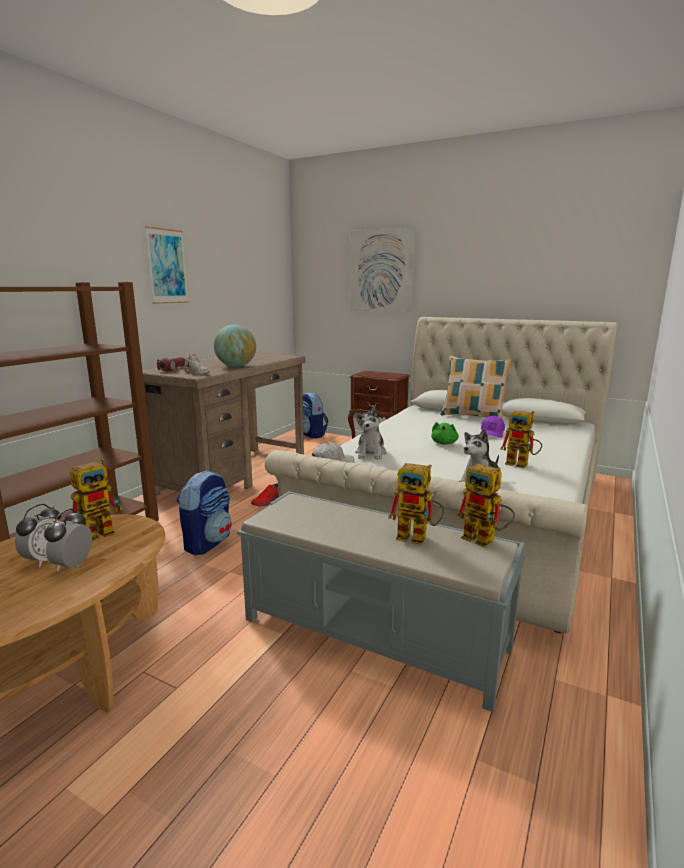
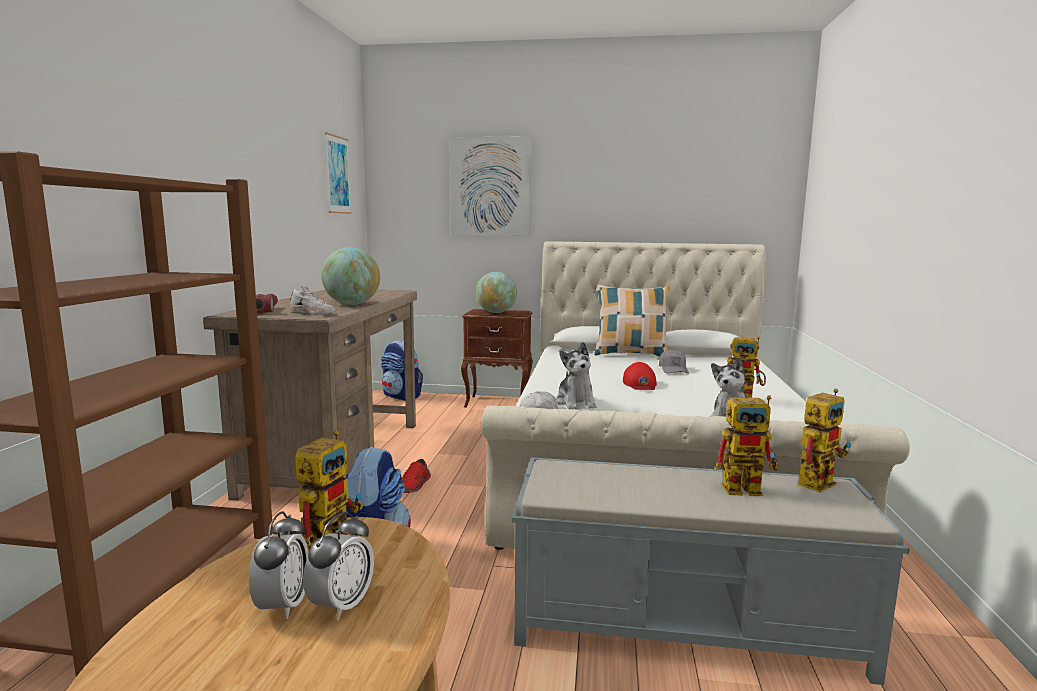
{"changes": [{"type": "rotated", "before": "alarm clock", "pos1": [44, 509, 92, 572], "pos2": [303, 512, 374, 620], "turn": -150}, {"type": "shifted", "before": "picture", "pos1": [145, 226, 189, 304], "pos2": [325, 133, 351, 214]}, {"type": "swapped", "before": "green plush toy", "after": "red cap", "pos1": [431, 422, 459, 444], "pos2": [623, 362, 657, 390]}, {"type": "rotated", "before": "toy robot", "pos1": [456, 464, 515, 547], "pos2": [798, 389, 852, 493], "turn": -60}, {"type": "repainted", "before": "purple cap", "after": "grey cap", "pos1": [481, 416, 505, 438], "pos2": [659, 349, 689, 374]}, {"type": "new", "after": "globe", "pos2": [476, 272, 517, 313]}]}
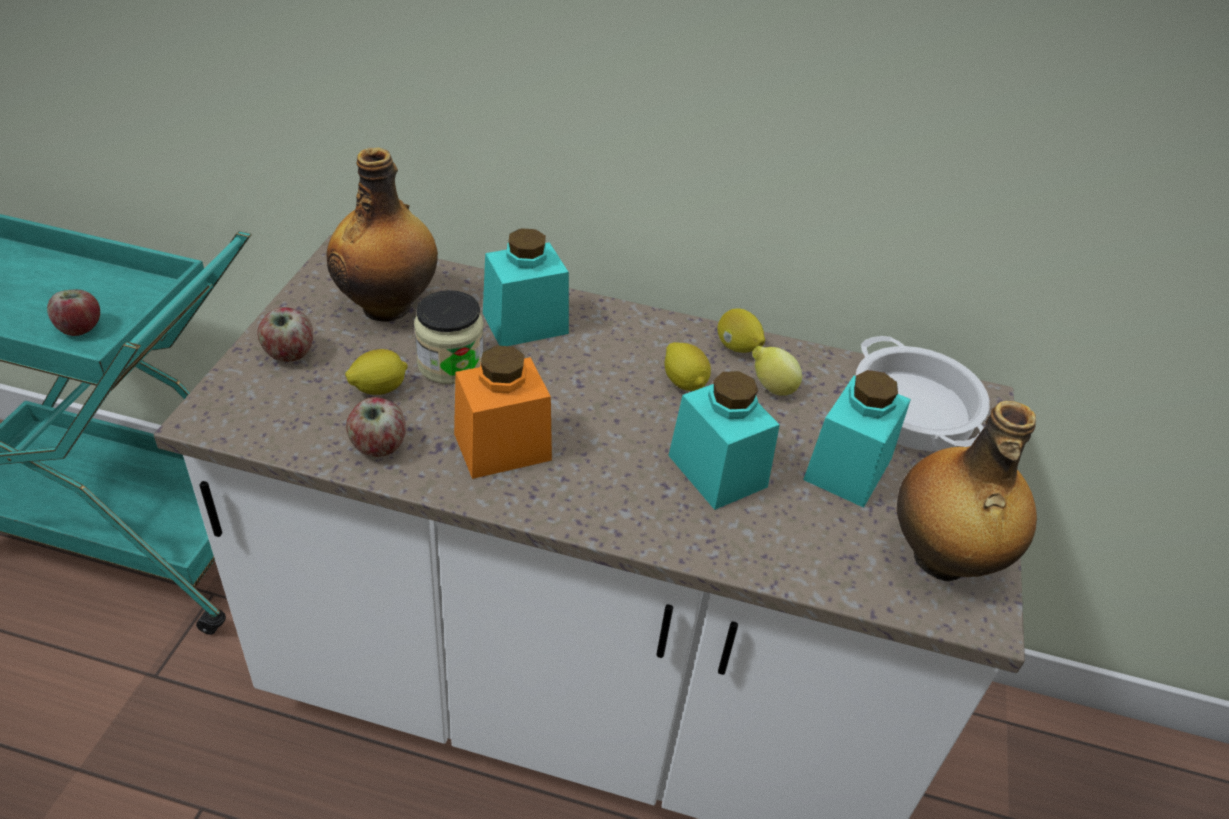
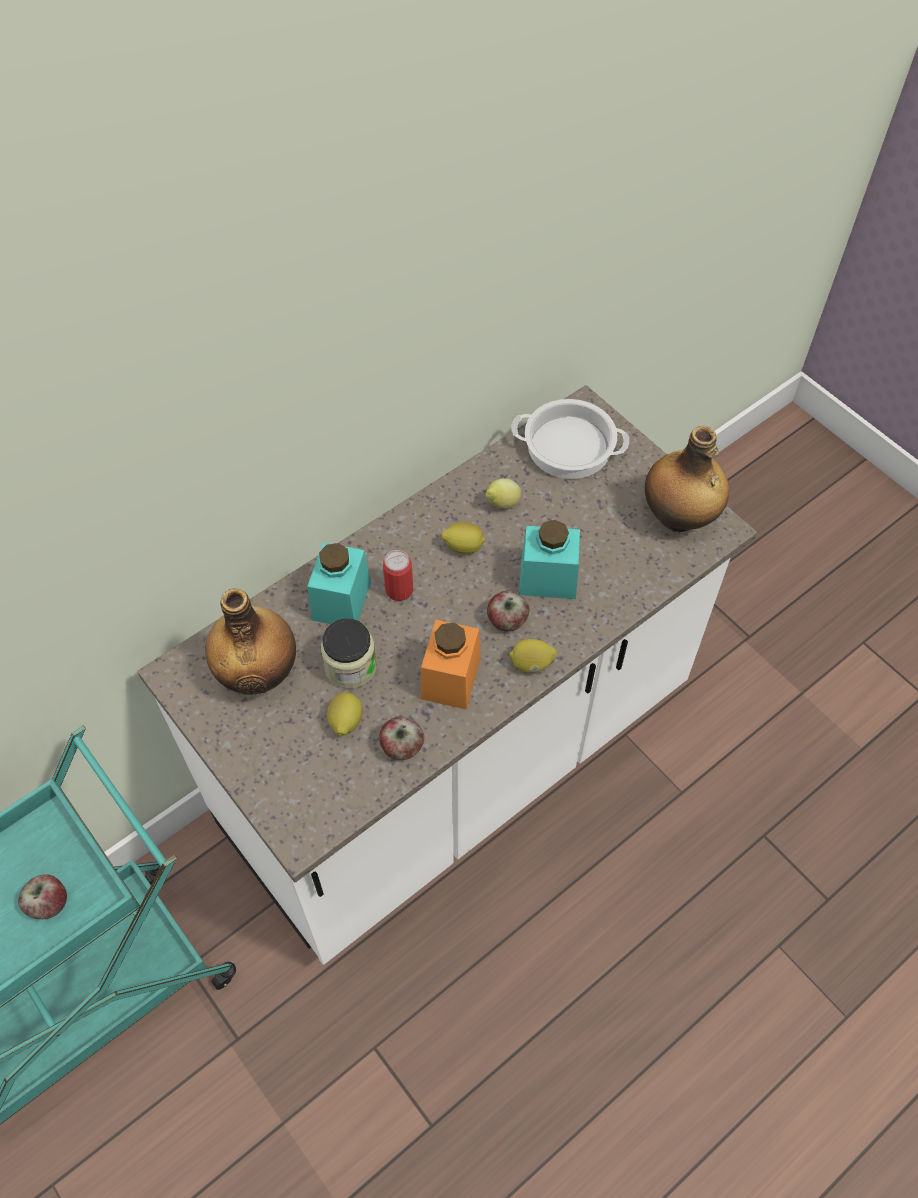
{"changes": [{"type": "shifted", "before": "apple", "pos1": [257, 307, 313, 362], "pos2": [487, 591, 529, 631]}, {"type": "shifted", "before": "lemon", "pos1": [717, 309, 765, 353], "pos2": [509, 639, 557, 673]}, {"type": "gone", "before": "turquoise jar", "pos1": [803, 370, 911, 508]}, {"type": "new", "after": "can", "pos2": [383, 550, 413, 601]}]}
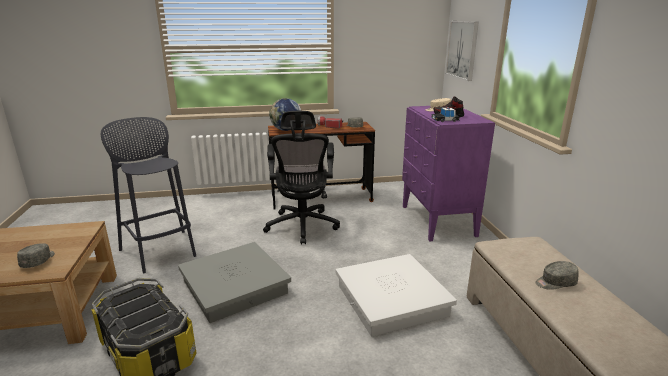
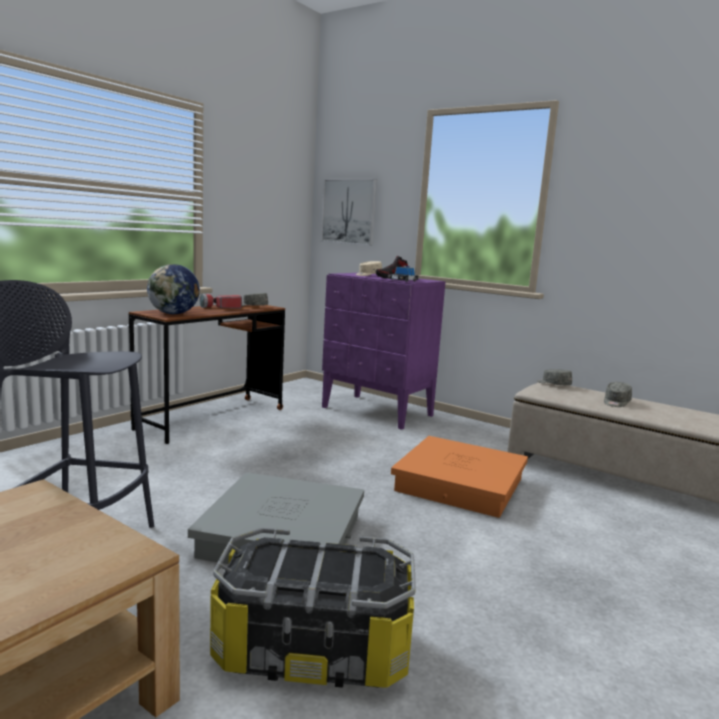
{"changes": [{"type": "shifted", "before": "grey cap", "pos1": [17, 243, 55, 268], "pos2": [537, 369, 572, 385]}, {"type": "gone", "before": "office chair", "pos1": [263, 111, 340, 244]}, {"type": "repainted", "before": "white storage box", "after": "orange storage box", "pos1": [336, 254, 457, 337], "pos2": [391, 436, 528, 518]}]}
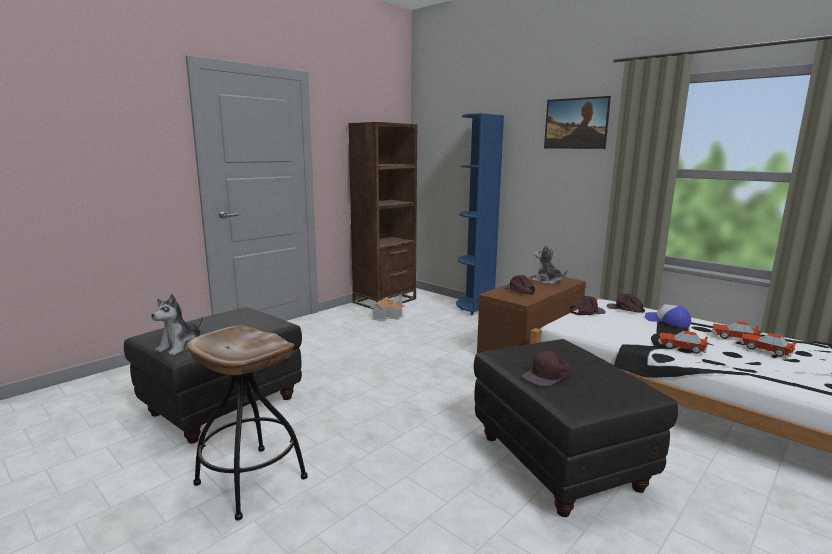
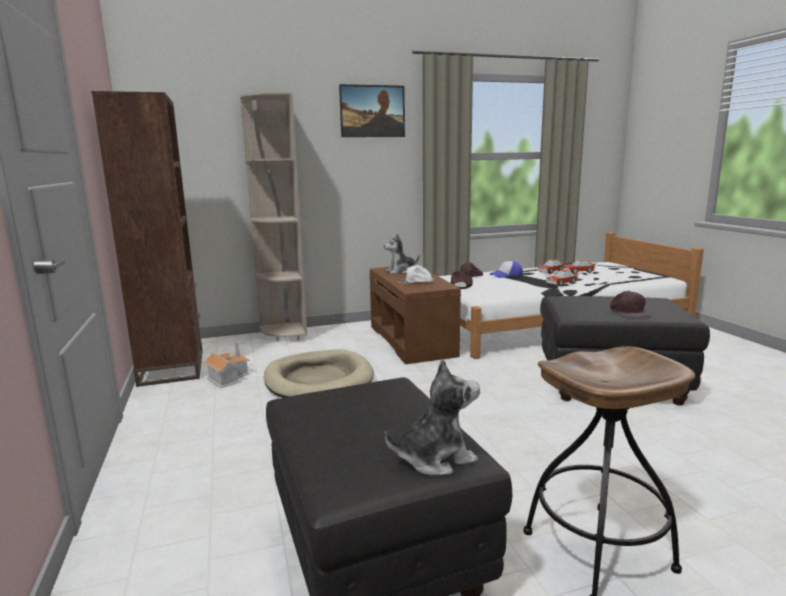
{"changes": [{"type": "rotated", "before": "plush toy", "pos1": [151, 294, 203, 356], "pos2": [385, 359, 480, 476], "turn": -75}, {"type": "repainted", "before": "blue bookcase", "after": "beige bookcase", "pos1": [456, 113, 504, 315], "pos2": [240, 92, 307, 341]}, {"type": "repainted", "before": "brown cap", "after": "white cap", "pos1": [504, 275, 535, 295], "pos2": [398, 265, 434, 284]}, {"type": "new", "after": "beige dog bed", "pos2": [264, 349, 374, 398]}]}
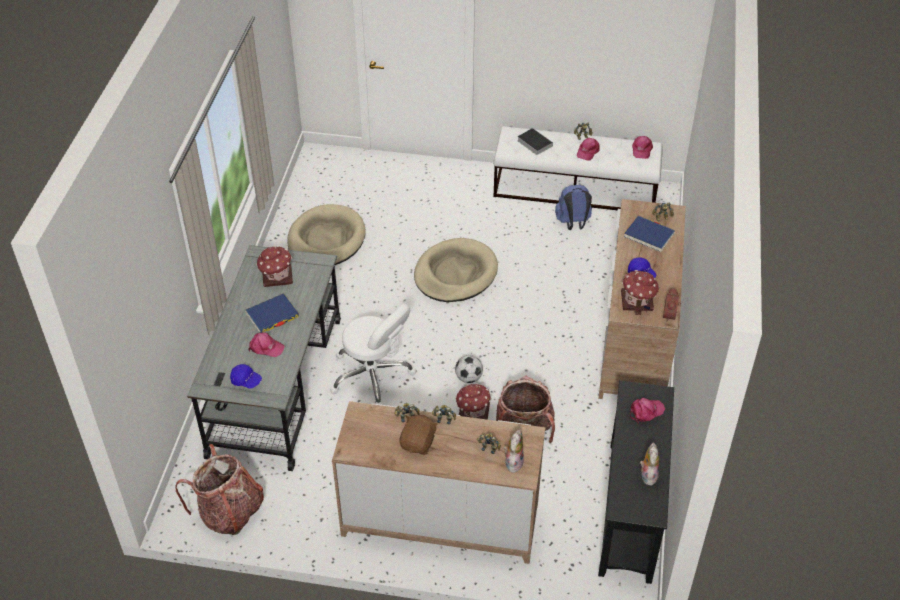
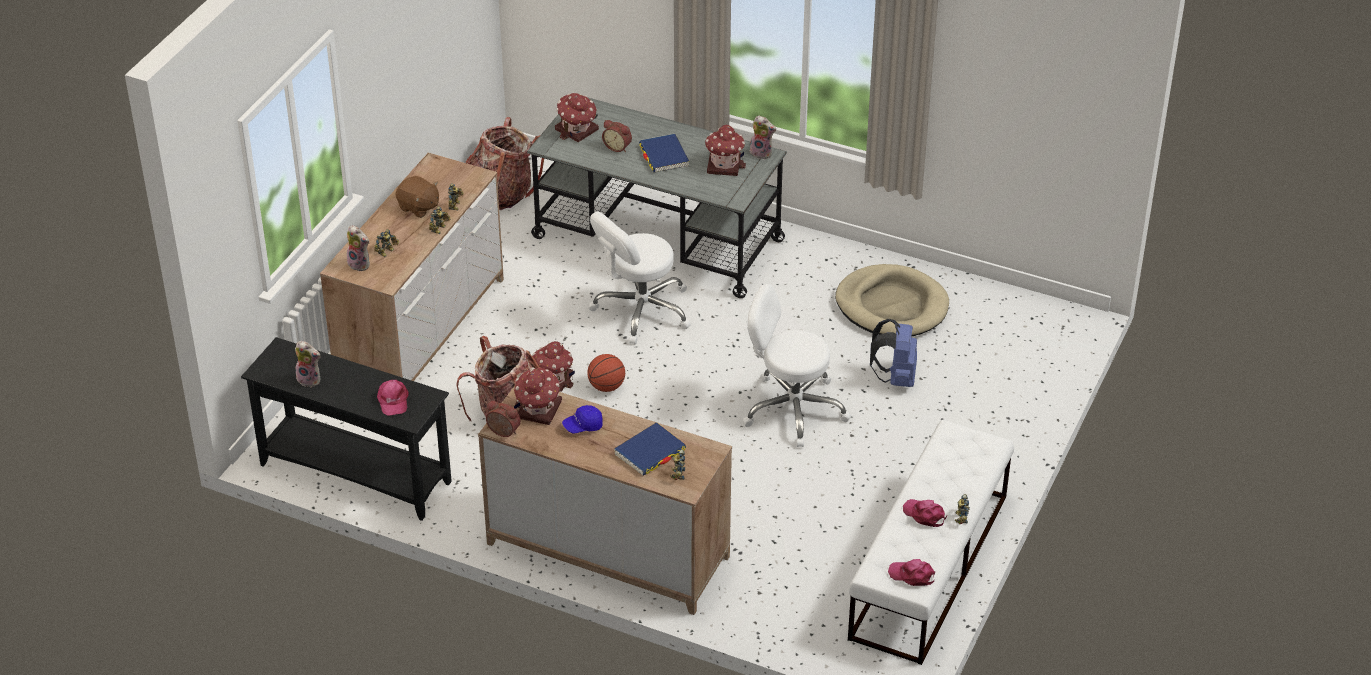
{"changes": [{"type": "swapped", "before": "blue cap", "after": "toy house", "pos1": [230, 364, 262, 388], "pos2": [555, 93, 599, 142]}, {"type": "swapped", "before": "pink cap", "after": "alarm clock", "pos1": [249, 333, 285, 357], "pos2": [602, 120, 632, 152]}, {"type": "swapped", "before": "beige dog bed", "after": "white office chair", "pos1": [414, 238, 498, 302], "pos2": [743, 284, 851, 447]}, {"type": "swapped", "before": "football", "after": "basketball", "pos1": [455, 355, 483, 383], "pos2": [587, 354, 625, 392]}, {"type": "gone", "before": "book", "pos1": [517, 128, 553, 155]}, {"type": "shifted", "before": "blue backpack", "pos1": [555, 185, 592, 230], "pos2": [870, 319, 917, 387]}, {"type": "new", "after": "plush toy", "pos2": [749, 116, 776, 159]}]}
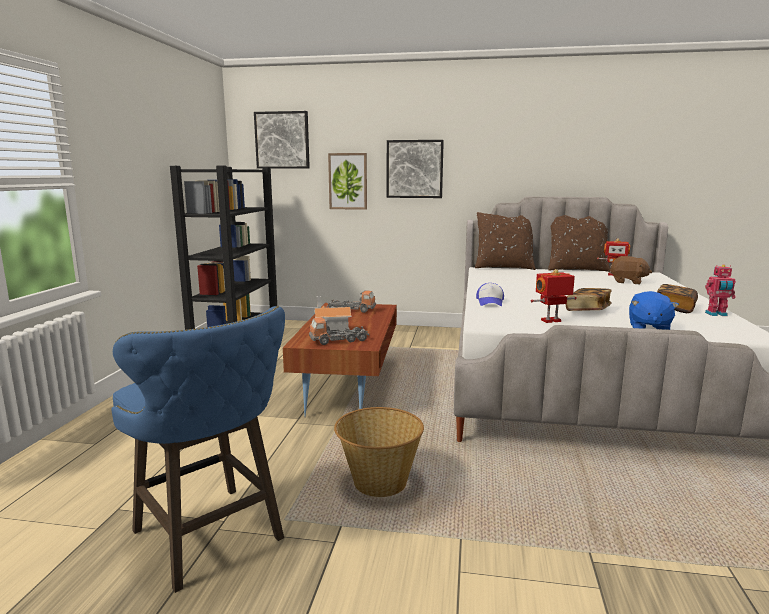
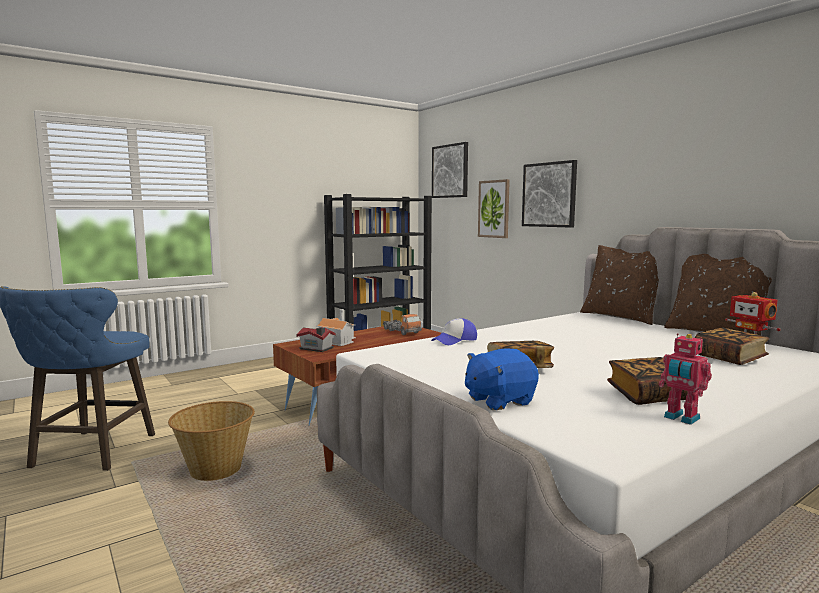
{"changes": [{"type": "swapped", "before": "toy truck", "after": "toy house", "pos1": [309, 317, 369, 345], "pos2": [296, 327, 336, 352]}, {"type": "gone", "before": "toy robot", "pos1": [531, 269, 577, 323]}, {"type": "swapped", "before": "brown plush toy", "after": "book", "pos1": [610, 256, 652, 284], "pos2": [695, 328, 769, 365]}]}
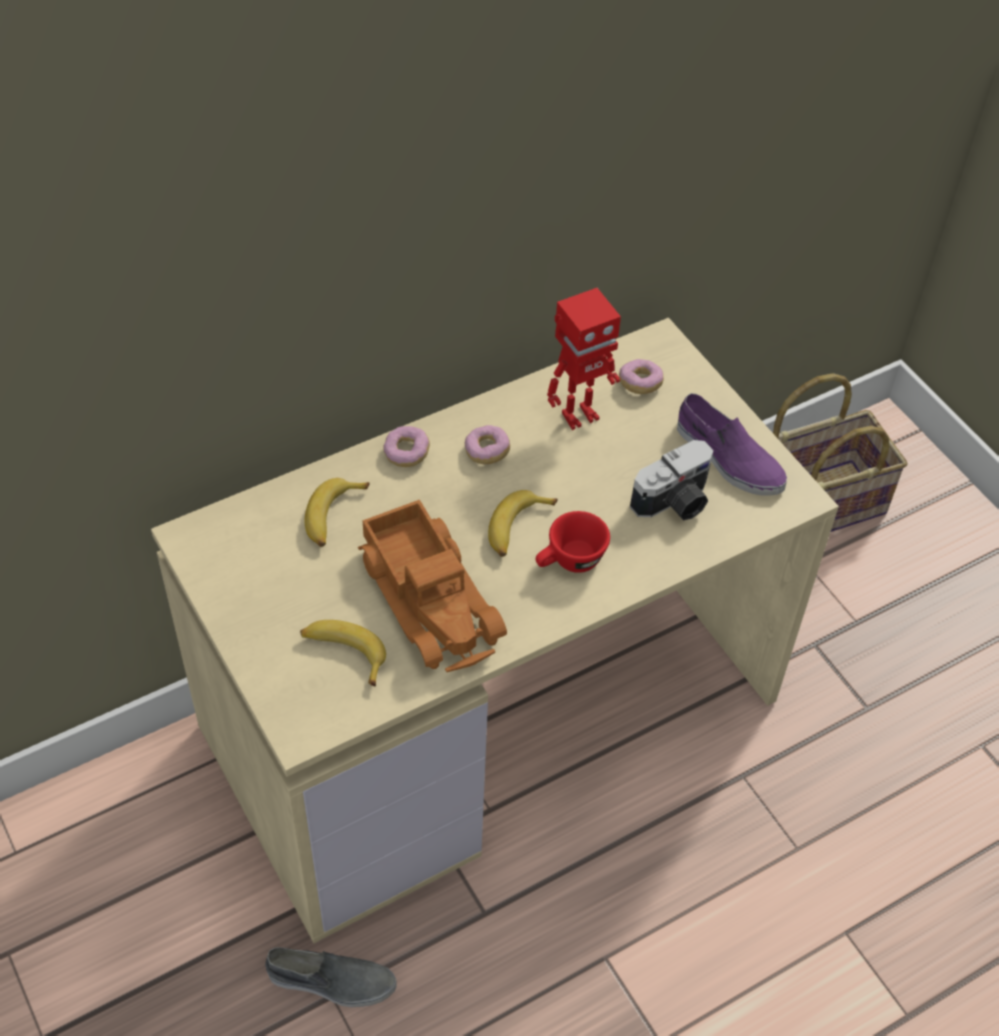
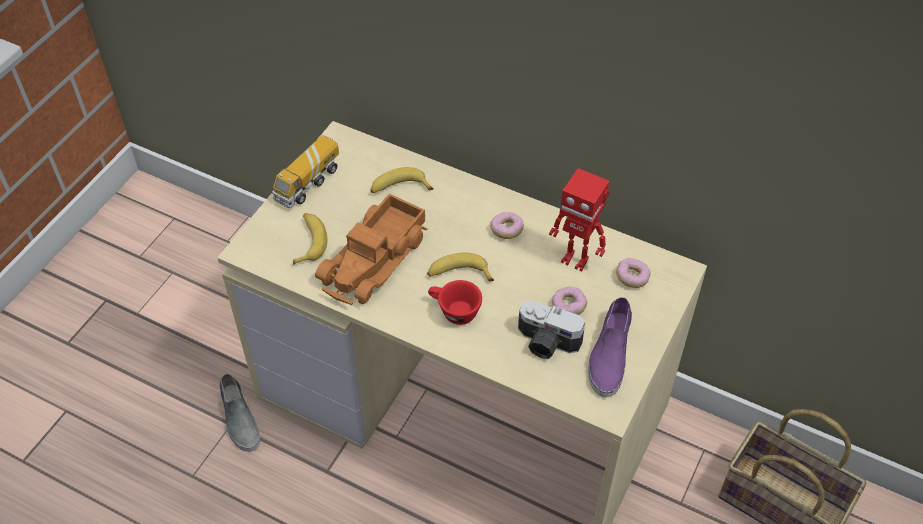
{"changes": [{"type": "shifted", "before": "donut", "pos1": [383, 426, 430, 467], "pos2": [552, 286, 587, 315]}, {"type": "new", "after": "toy truck", "pos2": [272, 135, 339, 208]}]}
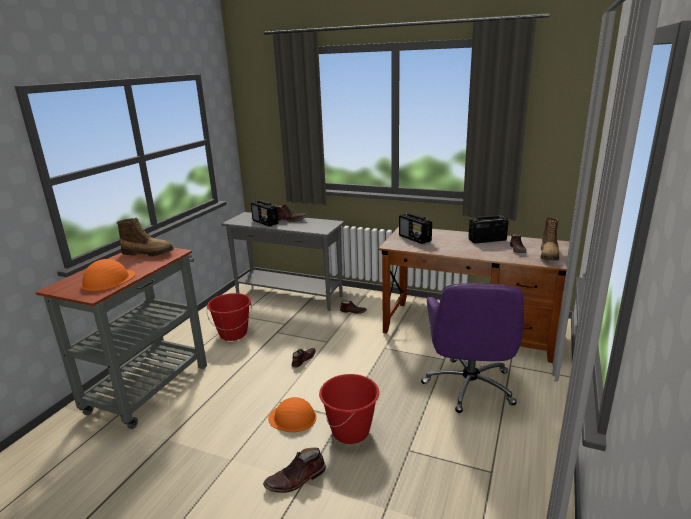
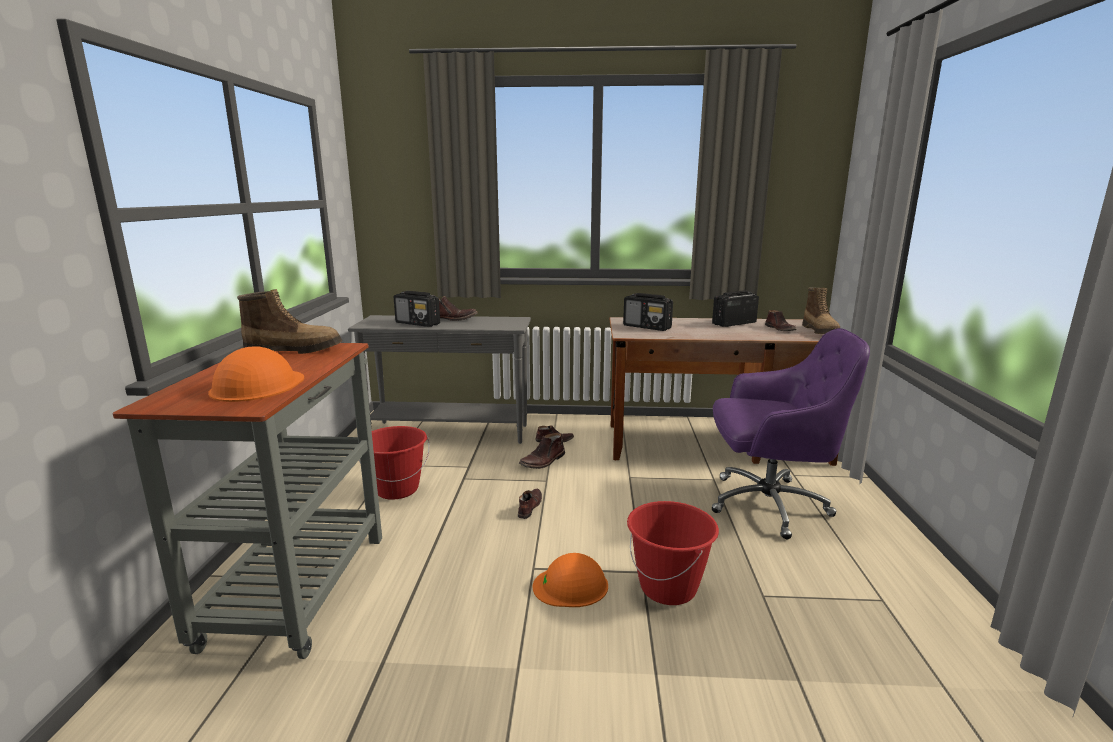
{"changes": [{"type": "shifted", "before": "brown boot", "pos1": [263, 448, 326, 493], "pos2": [519, 432, 565, 469]}, {"type": "rotated", "before": "purple office chair", "pos1": [421, 283, 524, 413], "pos2": [712, 328, 870, 539], "turn": -75}]}
